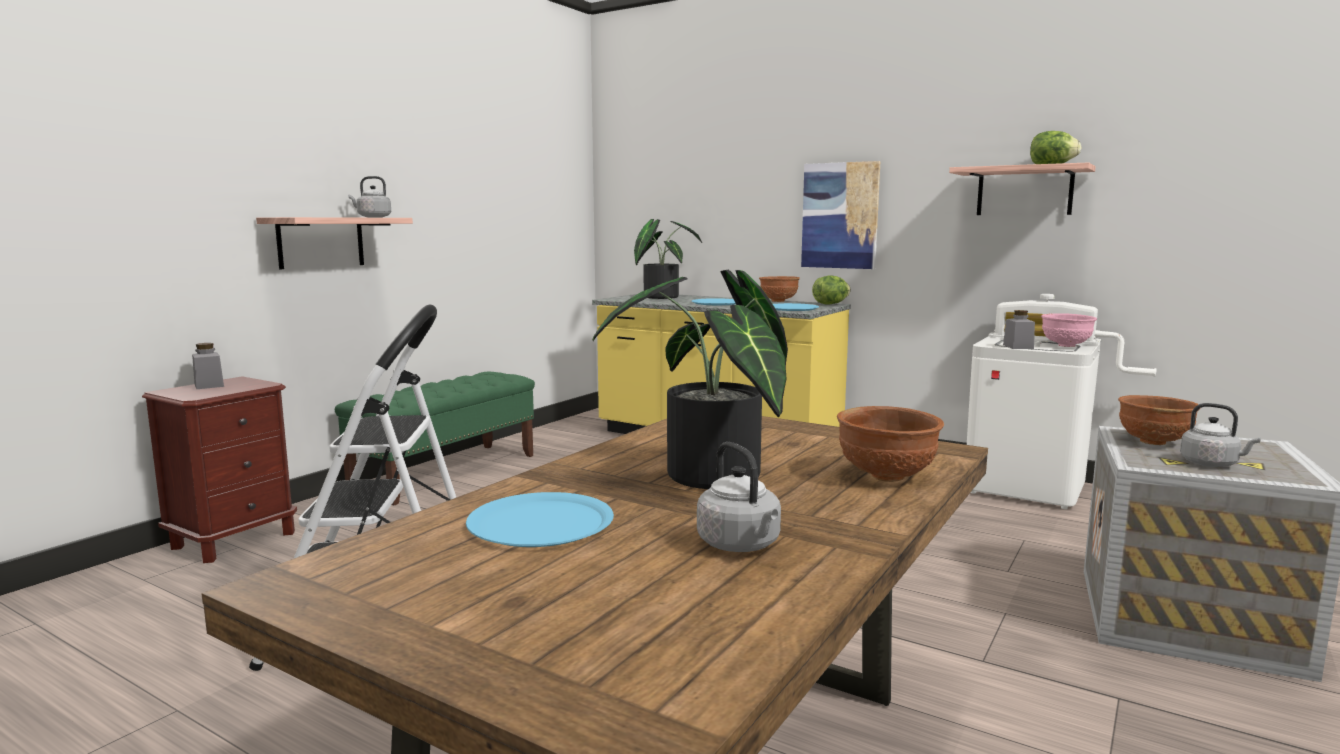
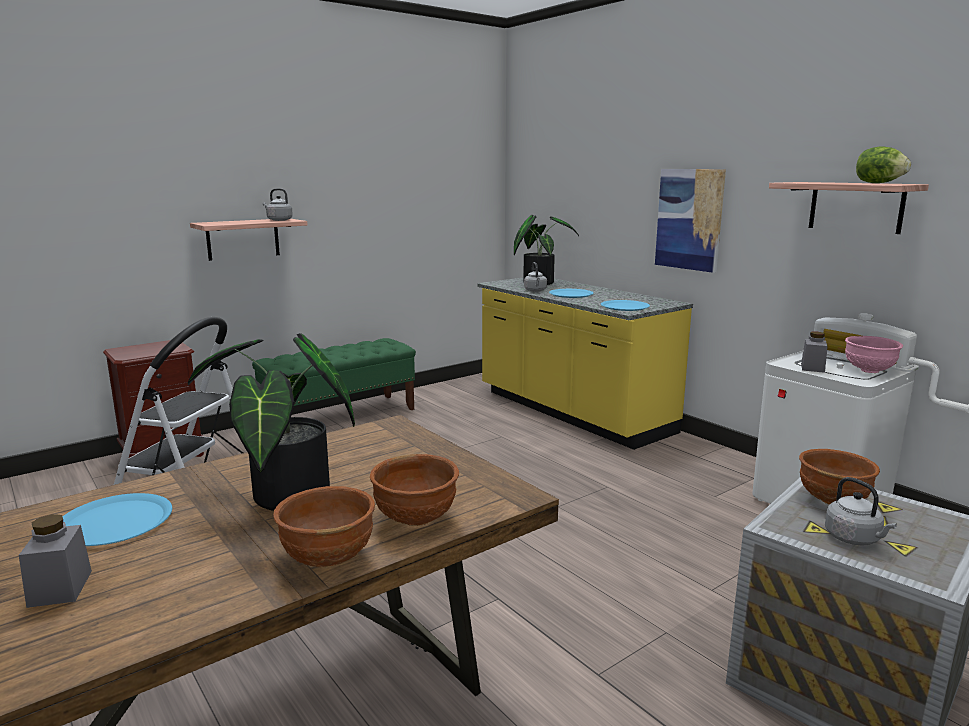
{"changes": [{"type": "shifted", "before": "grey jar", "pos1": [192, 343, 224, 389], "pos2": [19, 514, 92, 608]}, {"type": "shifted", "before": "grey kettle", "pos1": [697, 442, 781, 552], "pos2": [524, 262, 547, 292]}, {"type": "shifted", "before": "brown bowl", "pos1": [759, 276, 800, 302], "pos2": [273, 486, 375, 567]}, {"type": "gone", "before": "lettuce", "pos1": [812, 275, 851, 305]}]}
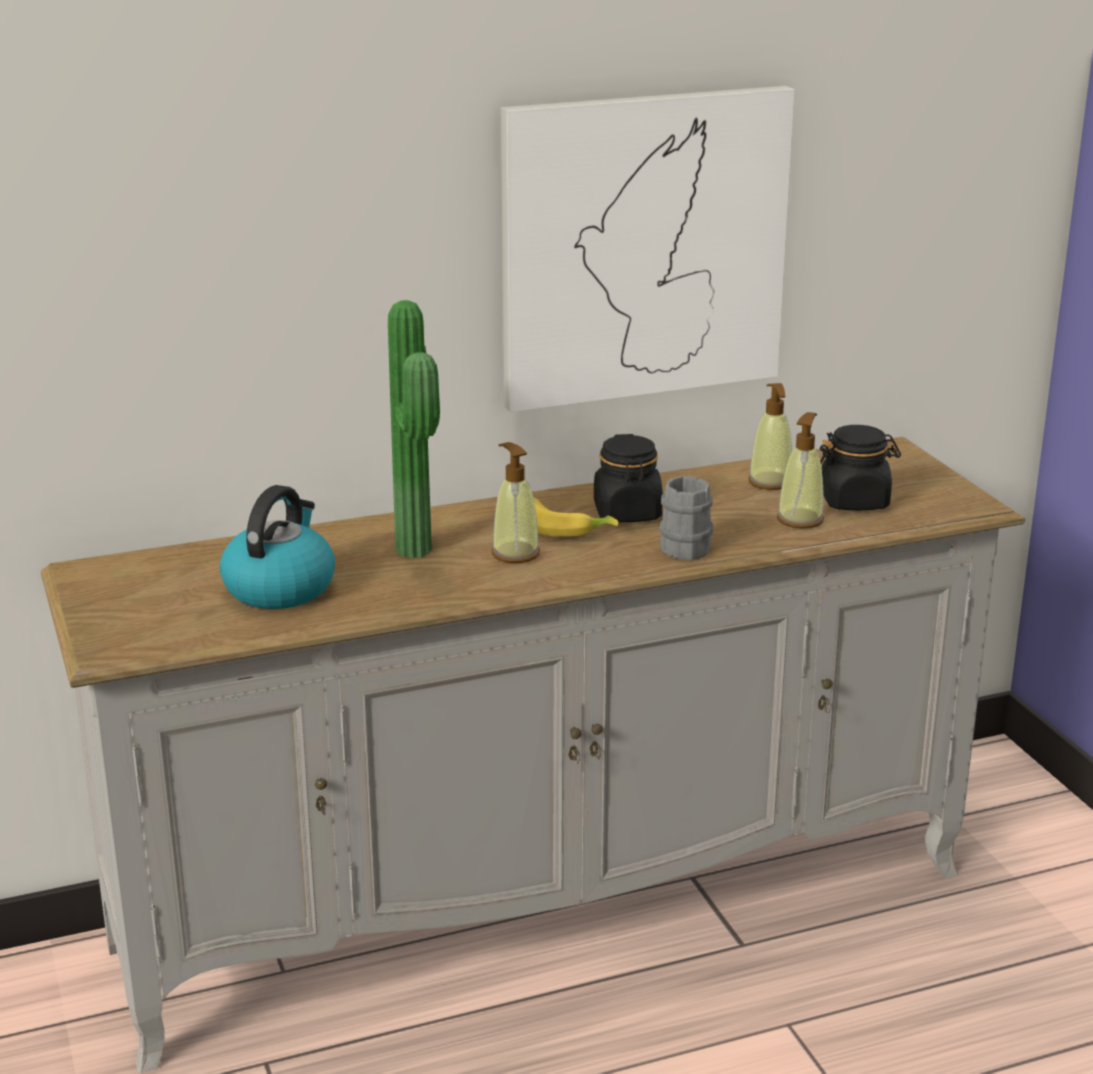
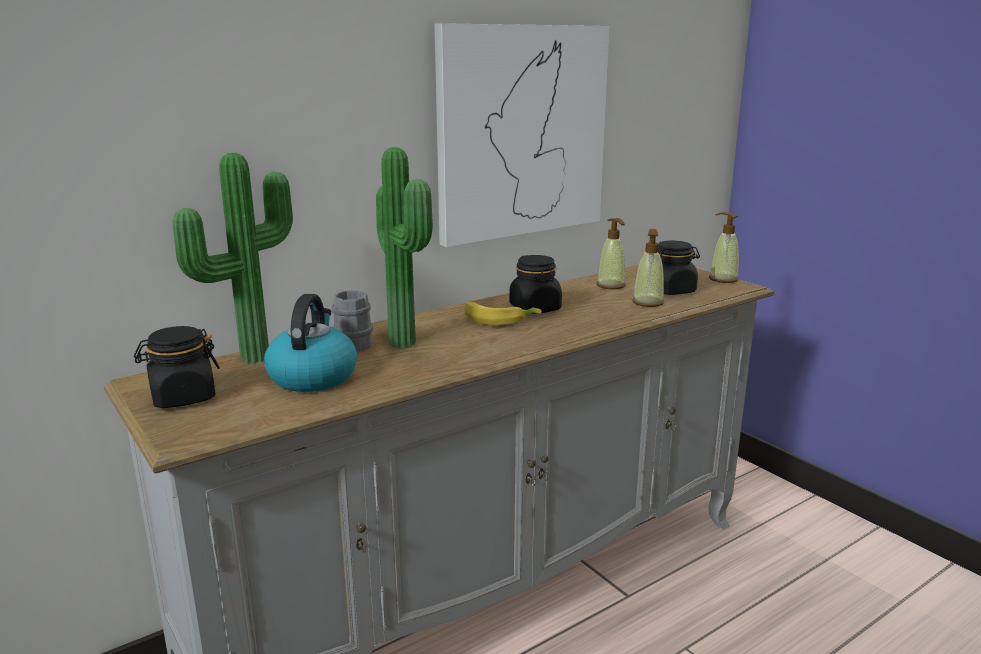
{"changes": [{"type": "shifted", "before": "soap dispenser", "pos1": [491, 442, 540, 563], "pos2": [709, 212, 739, 283]}, {"type": "shifted", "before": "grey mug", "pos1": [659, 476, 713, 560], "pos2": [331, 290, 373, 352]}, {"type": "new", "after": "black jar", "pos2": [134, 326, 220, 408]}, {"type": "new", "after": "potted plant", "pos2": [173, 153, 293, 363]}]}
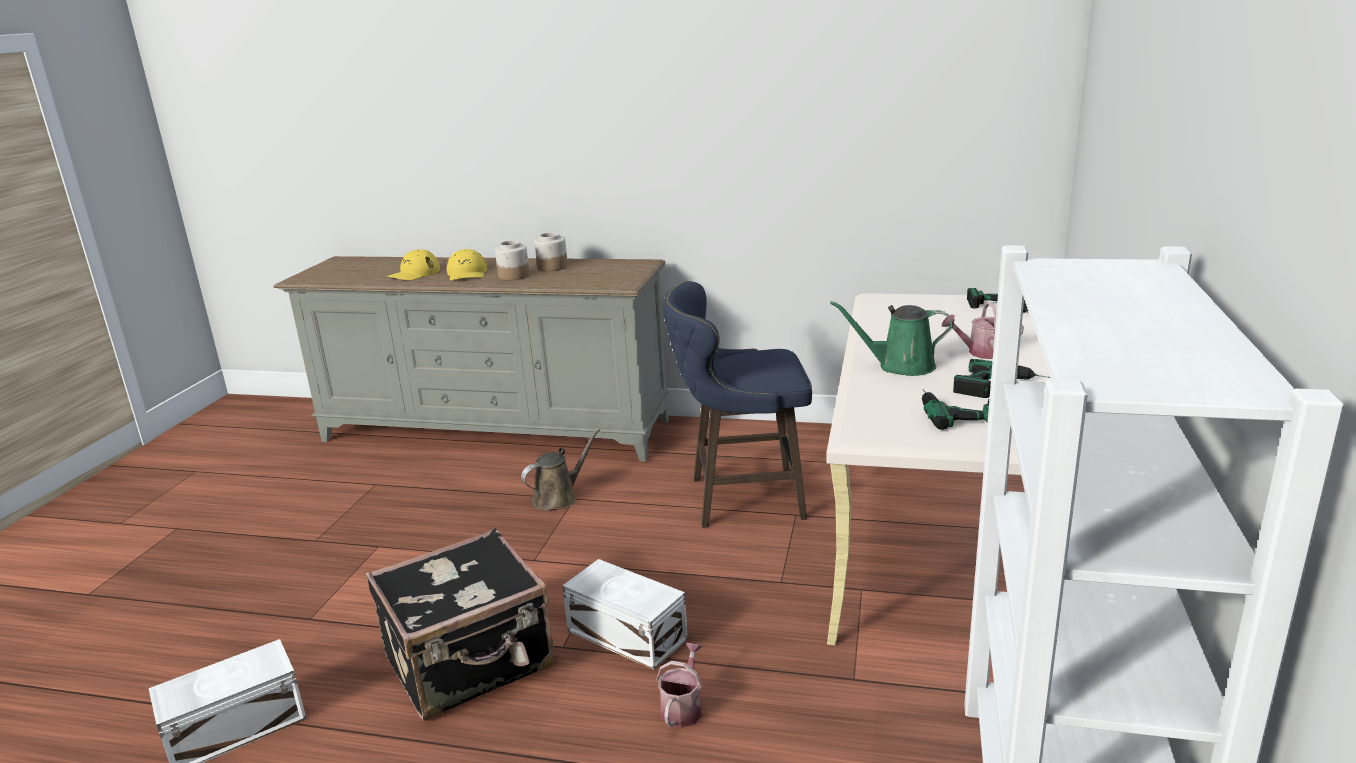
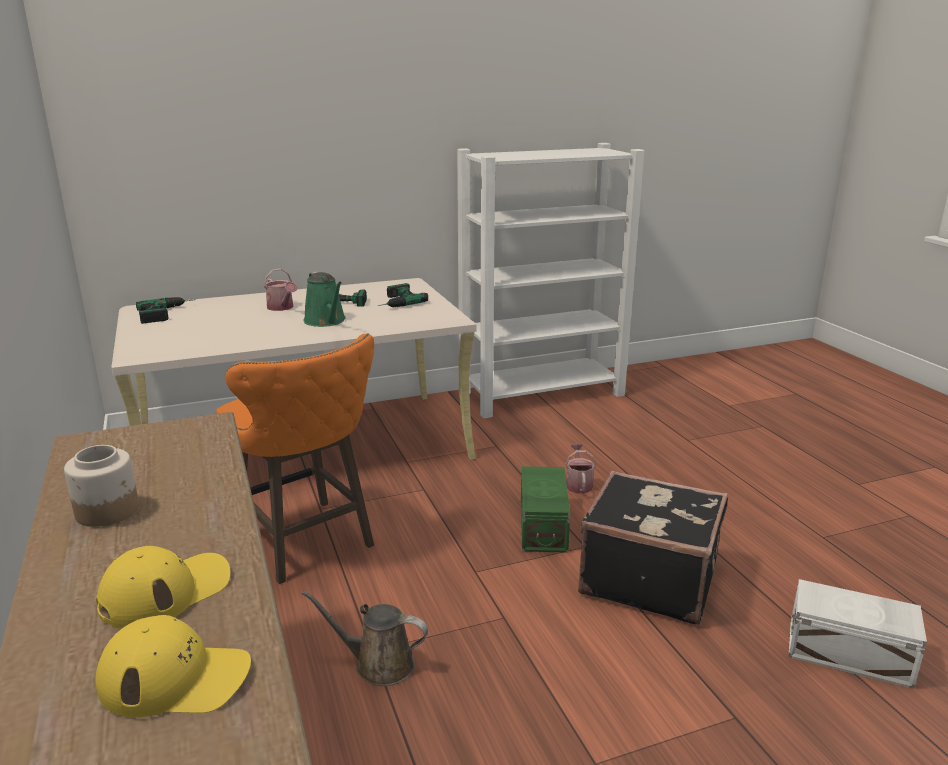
{"changes": [{"type": "gone", "before": "jar", "pos1": [495, 240, 530, 280]}, {"type": "repainted", "before": "white storage box", "after": "green storage box", "pos1": [562, 559, 688, 670], "pos2": [521, 466, 570, 553]}, {"type": "rotated", "before": "watering can", "pos1": [656, 643, 703, 728], "pos2": [565, 444, 596, 493], "turn": 105}, {"type": "repainted", "before": "blue stool", "after": "orange stool", "pos1": [663, 281, 812, 528], "pos2": [216, 333, 374, 584]}]}
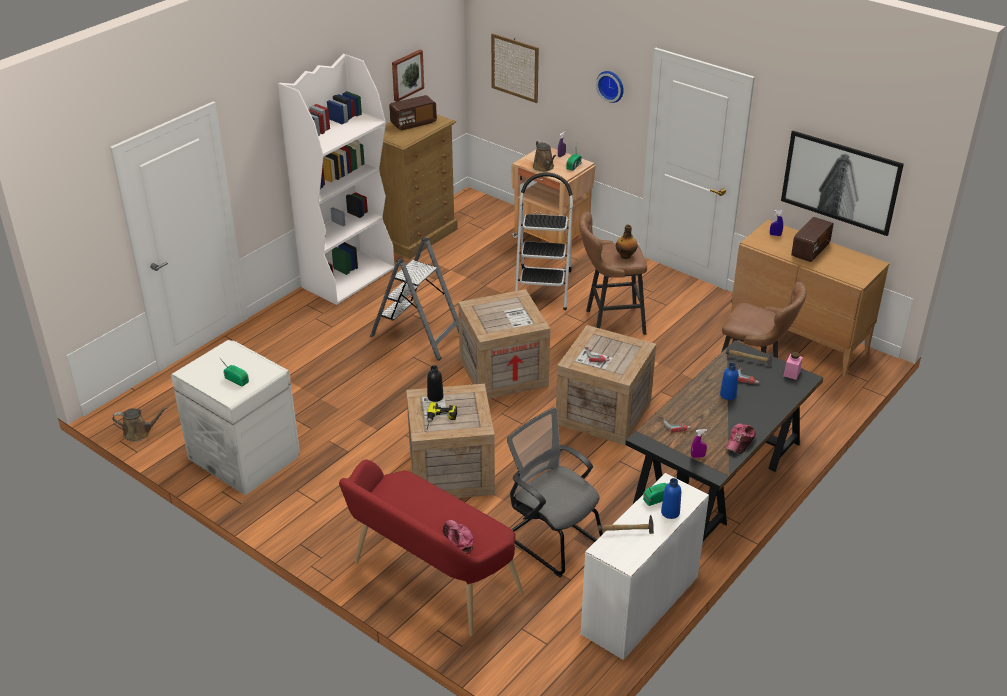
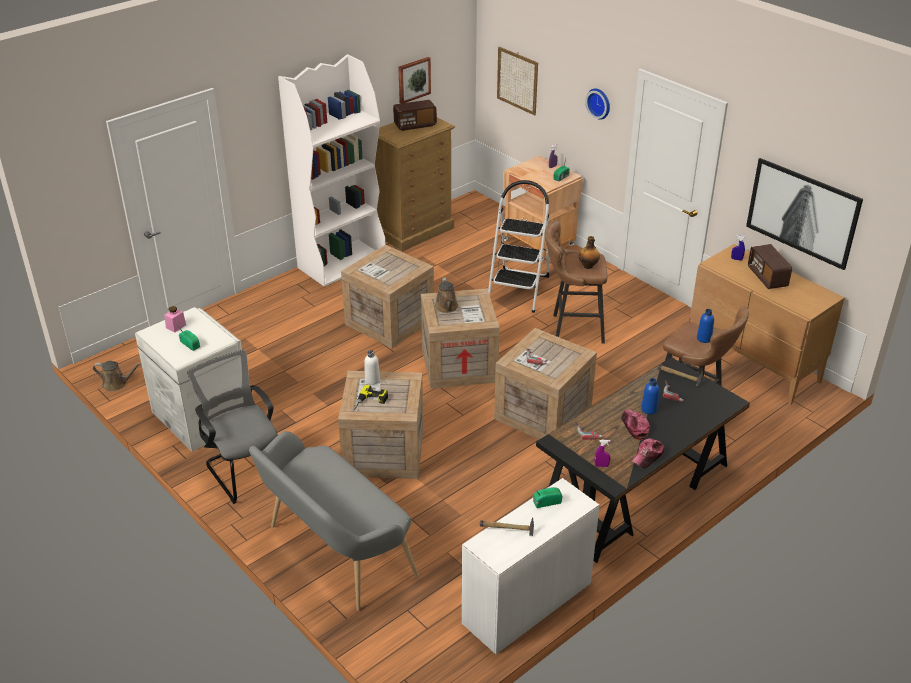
{"changes": [{"type": "repainted", "before": "red bench", "after": "grey bench", "pos1": [339, 459, 524, 636], "pos2": [249, 431, 419, 611]}, {"type": "swapped", "before": "grey step ladder", "after": "crate", "pos1": [370, 237, 459, 361], "pos2": [341, 245, 434, 348]}, {"type": "repainted", "before": "black bottle", "after": "white bottle", "pos1": [427, 365, 443, 402], "pos2": [364, 350, 380, 385]}, {"type": "shifted", "before": "cap", "pos1": [443, 520, 474, 554], "pos2": [622, 409, 650, 440]}, {"type": "shifted", "before": "chair", "pos1": [507, 407, 603, 578], "pos2": [187, 350, 277, 504]}, {"type": "shifted", "before": "brown watering can", "pos1": [533, 140, 556, 172], "pos2": [435, 278, 458, 313]}, {"type": "shifted", "before": "blue bottle", "pos1": [661, 478, 681, 519], "pos2": [697, 309, 714, 343]}, {"type": "shifted", "before": "pink jar", "pos1": [783, 352, 803, 380], "pos2": [164, 306, 186, 333]}, {"type": "rotated", "before": "radio", "pos1": [791, 217, 834, 262], "pos2": [748, 244, 792, 289], "turn": 120}]}
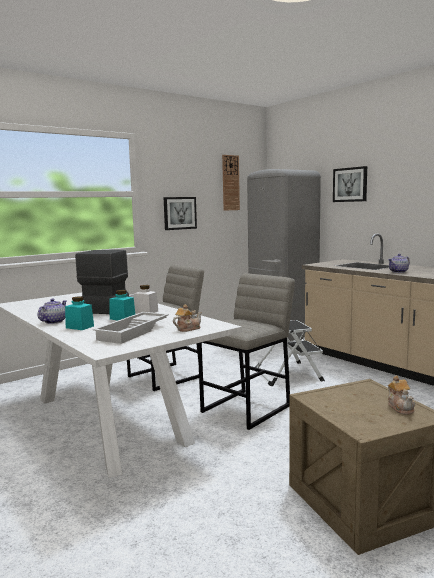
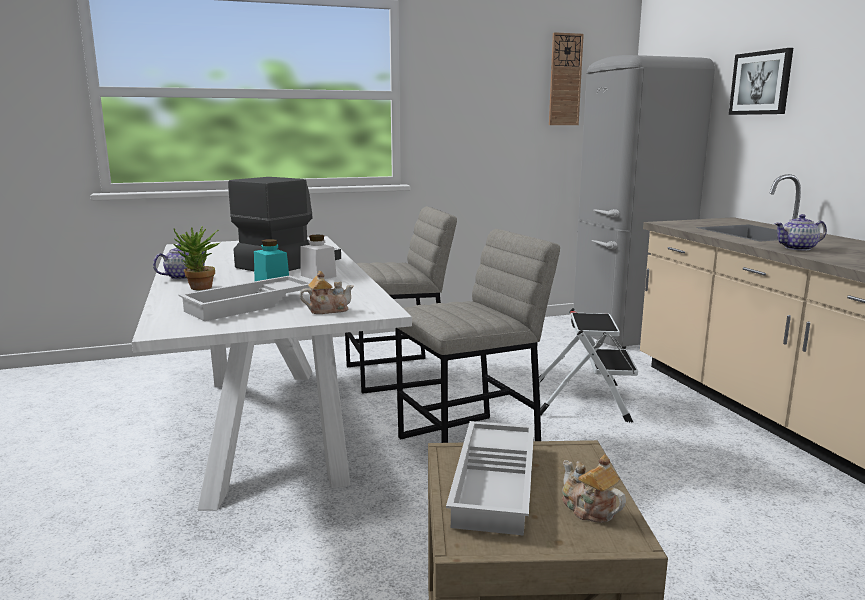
{"changes": [{"type": "swapped", "before": "turquoise jar", "after": "potted plant", "pos1": [65, 296, 94, 330], "pos2": [173, 226, 219, 290]}, {"type": "gone", "before": "picture", "pos1": [163, 197, 197, 230]}, {"type": "rotated", "before": "teapot", "pos1": [388, 375, 415, 415], "pos2": [562, 454, 626, 523], "turn": 135}, {"type": "new", "after": "white tray", "pos2": [446, 421, 534, 536]}]}
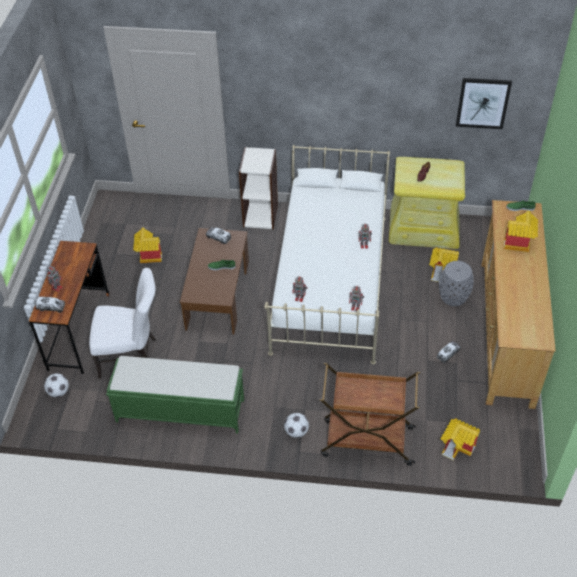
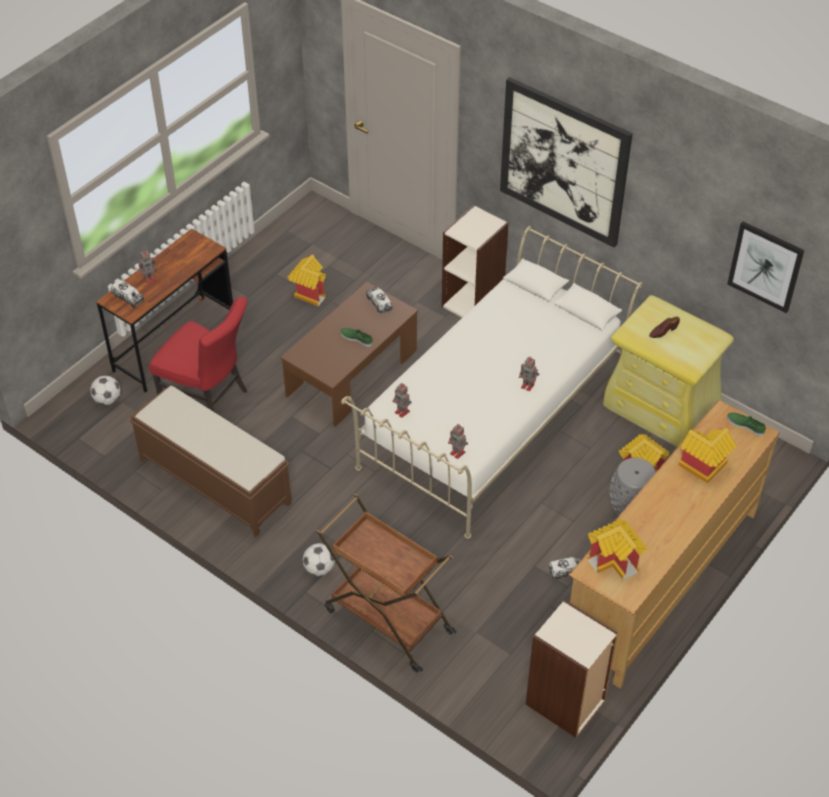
{"changes": [{"type": "repainted", "before": "white chair", "after": "red chair", "pos1": [89, 268, 156, 379], "pos2": [149, 297, 248, 412]}, {"type": "repainted", "before": "green bench", "after": "brown bench", "pos1": [106, 356, 244, 433], "pos2": [130, 386, 292, 537]}, {"type": "shifted", "before": "toy house", "pos1": [441, 418, 480, 460], "pos2": [587, 519, 647, 579]}, {"type": "new", "after": "picture", "pos2": [500, 77, 633, 248]}, {"type": "new", "after": "bookcase", "pos2": [526, 599, 618, 738]}]}
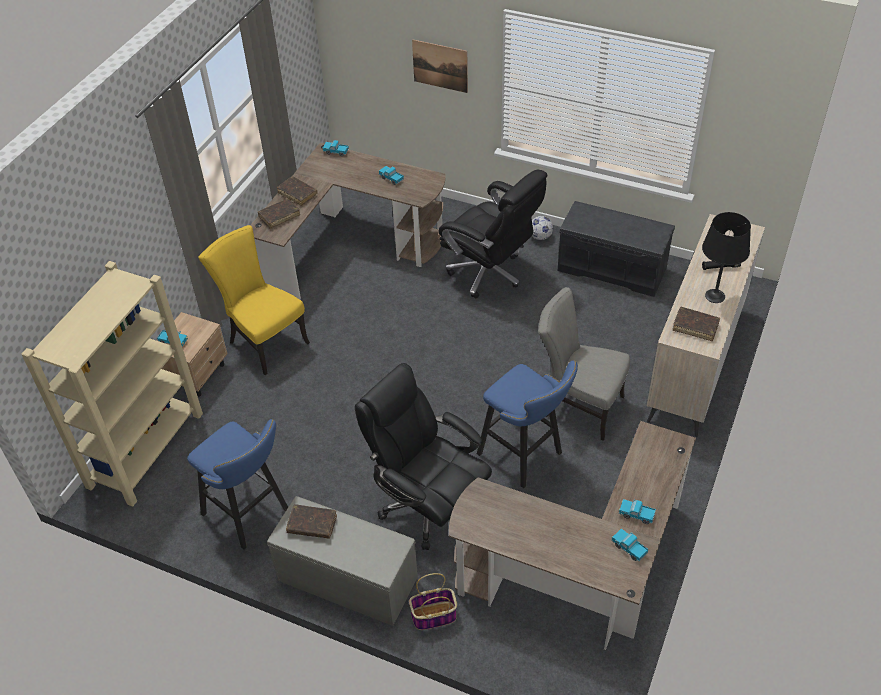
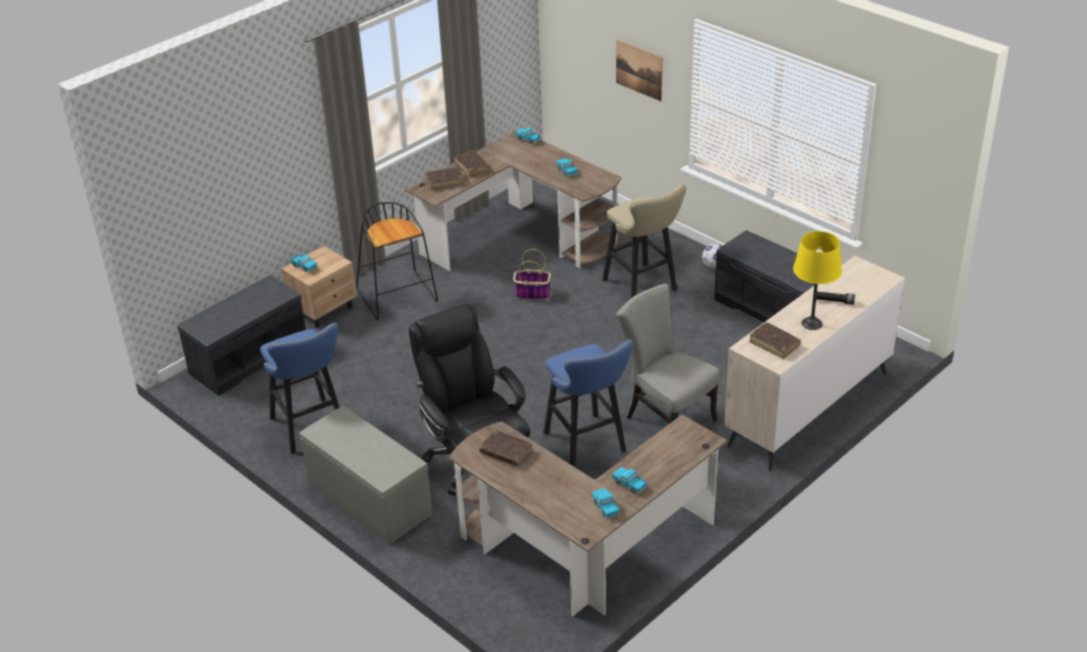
{"changes": [{"type": "swapped", "before": "beige bookcase", "after": "grey bench", "pos1": [21, 261, 203, 506], "pos2": [177, 275, 306, 396]}, {"type": "swapped", "before": "yellow chair", "after": "black stool", "pos1": [198, 225, 310, 375], "pos2": [356, 202, 438, 320]}, {"type": "shifted", "before": "brown book", "pos1": [286, 504, 337, 539], "pos2": [479, 430, 533, 466]}, {"type": "shifted", "before": "basket", "pos1": [409, 573, 457, 630], "pos2": [513, 249, 551, 300]}, {"type": "swapped", "before": "black office chair", "after": "beige stool", "pos1": [438, 170, 547, 298], "pos2": [602, 185, 686, 298]}, {"type": "repainted", "before": "black table lamp", "after": "yellow table lamp", "pos1": [702, 212, 751, 303], "pos2": [793, 231, 842, 330]}]}
